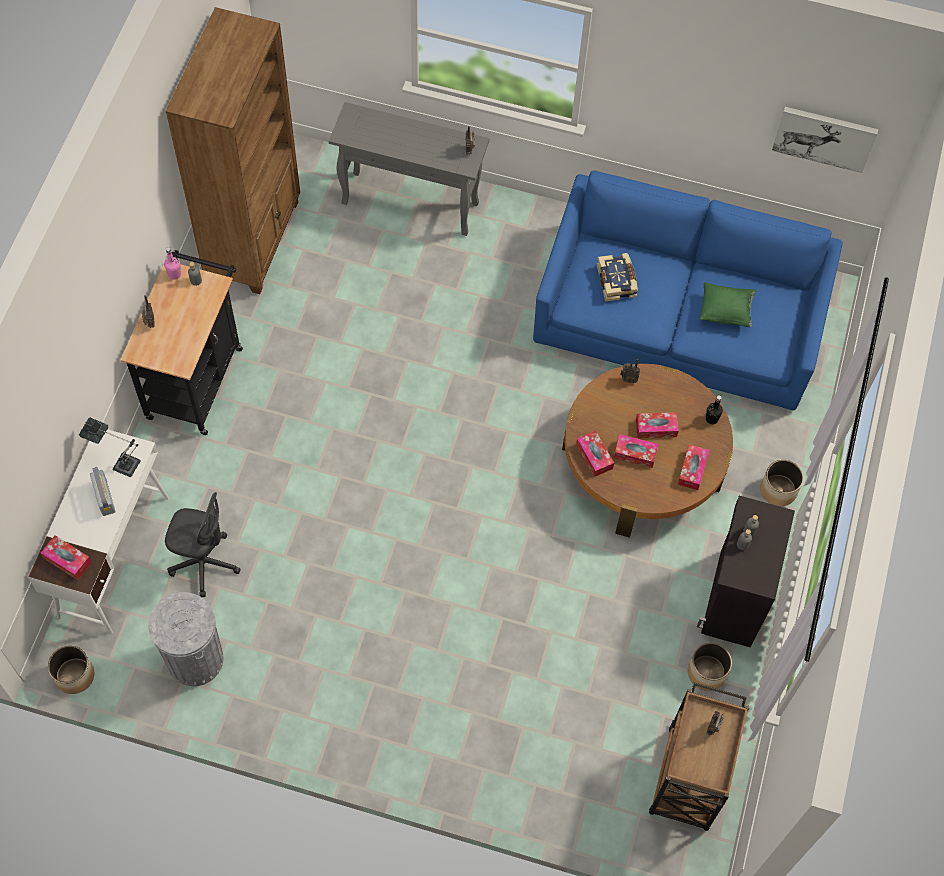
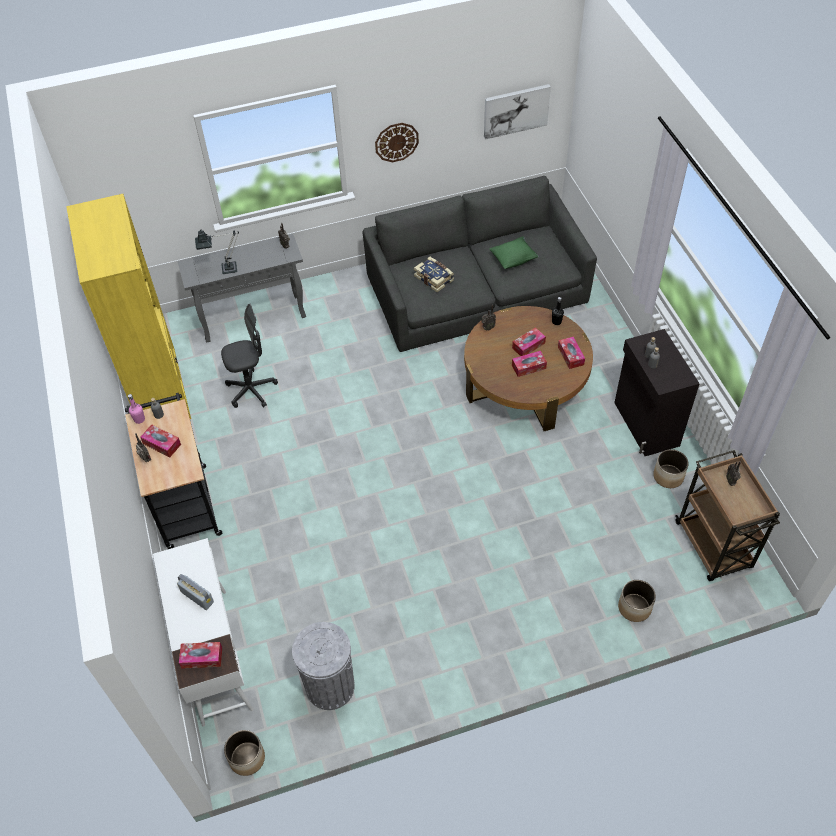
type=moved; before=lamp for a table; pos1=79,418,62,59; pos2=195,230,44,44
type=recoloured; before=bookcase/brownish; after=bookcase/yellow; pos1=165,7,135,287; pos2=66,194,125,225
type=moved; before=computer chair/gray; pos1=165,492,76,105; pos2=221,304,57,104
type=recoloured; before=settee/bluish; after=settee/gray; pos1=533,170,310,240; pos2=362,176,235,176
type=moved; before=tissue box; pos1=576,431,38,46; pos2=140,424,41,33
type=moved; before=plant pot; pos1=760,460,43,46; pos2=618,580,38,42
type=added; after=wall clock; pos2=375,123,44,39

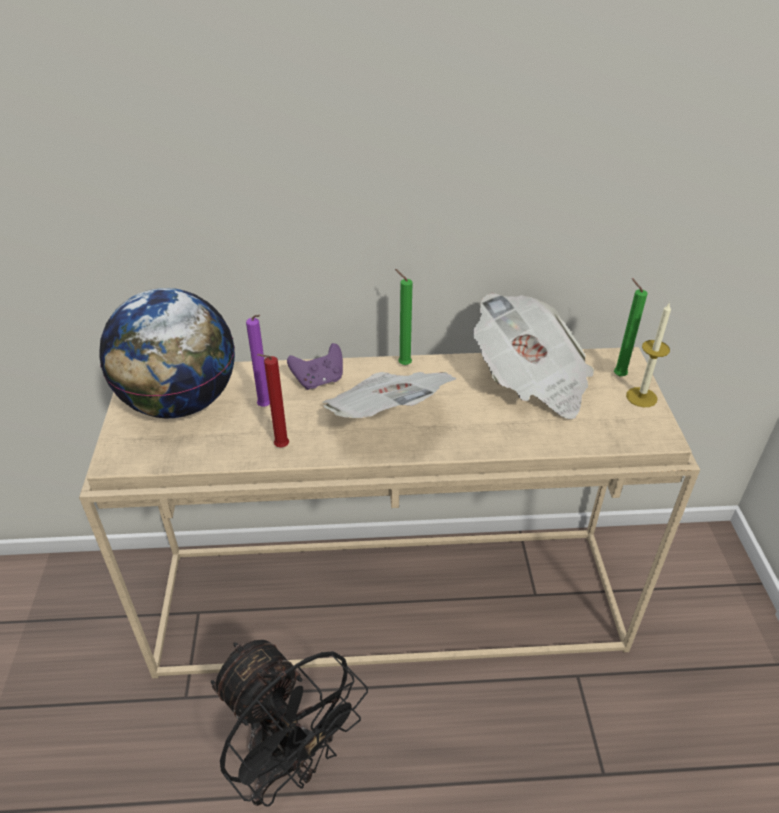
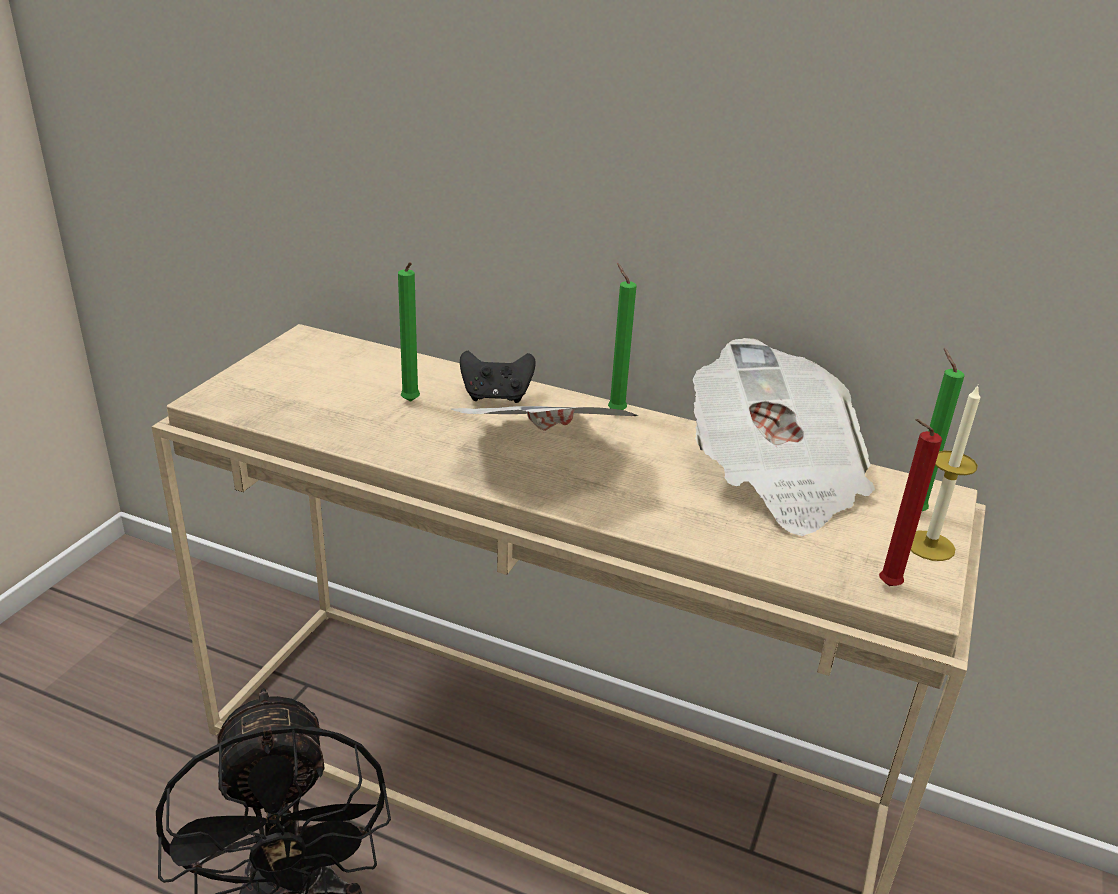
type=removed; before=world globe; pos1=99,288,136,130
type=recoloured; before=wax candle/purple-coloured; after=wax candle/green; pos1=246,315,24,92; pos2=398,262,22,140
type=moved; before=wax candle/reddish; pos1=257,354,32,93; pos2=879,419,63,167
type=recoloured; before=gamepad/purple-coloured; after=gamepad/black-coloured; pos1=287,343,56,47; pos2=460,351,76,52

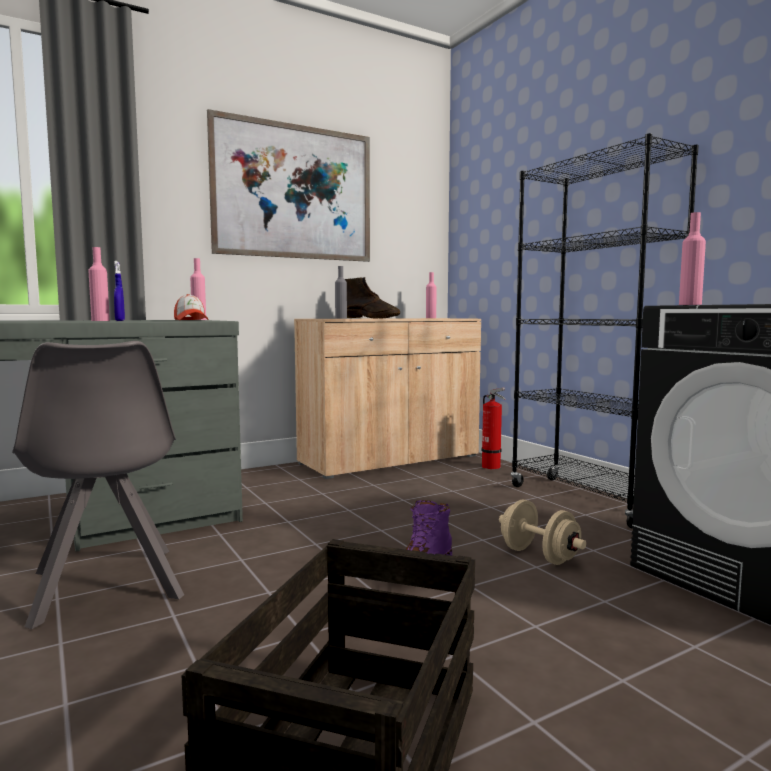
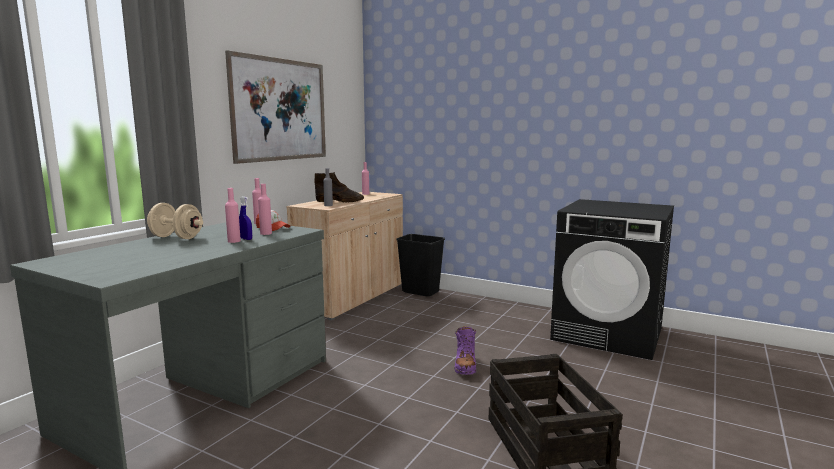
type=removed; before=chair/gray; pos1=12,341,172,288
type=replaced; before=fire extinguisher; after=rubbish bin/black-coloured; pos1=482,387,24,82; pos2=396,234,49,62
type=moved; before=dumbbell/sand-coloured; pos1=499,499,87,66; pos2=147,203,56,36
type=removed; before=bookcase/black-coloured; pos1=511,133,188,395
type=moved; before=bottle/pinkish; pos1=679,212,27,93; pos2=258,184,14,51

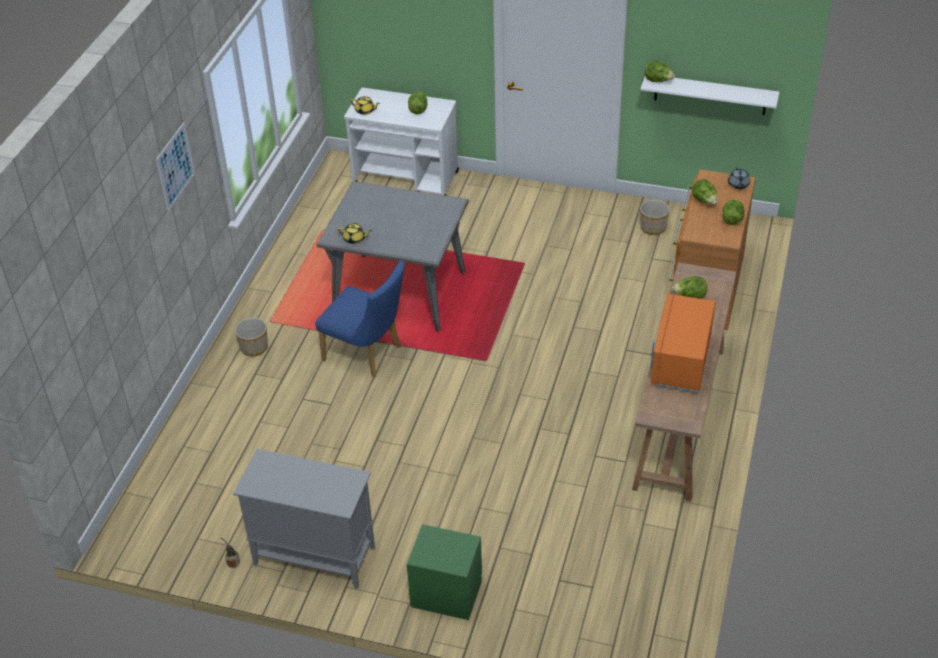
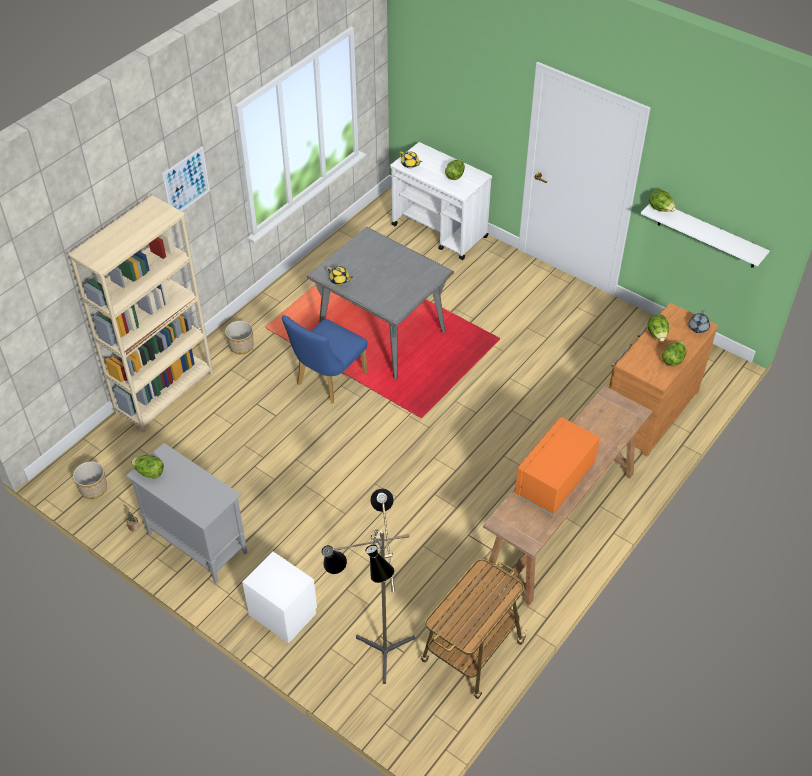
type=turned; before=chair/bluish; pos1=315,261,90,117; pos2=282,315,85,89; turn=75
type=recoloured; before=bedside table/green; after=bedside table/whitish; pos1=407,524,75,96; pos2=242,551,75,93
type=moved; before=plant pot; pos1=640,200,30,35; pos2=73,461,34,38
type=moved; before=lettuce head; pos1=672,276,35,23; pos2=131,455,33,24
type=added; after=bookcase/sand-coloured; pos2=68,195,145,238
type=added; after=standing lamp; pos2=322,489,93,195
type=added; after=wheeled cart; pos2=421,559,106,140

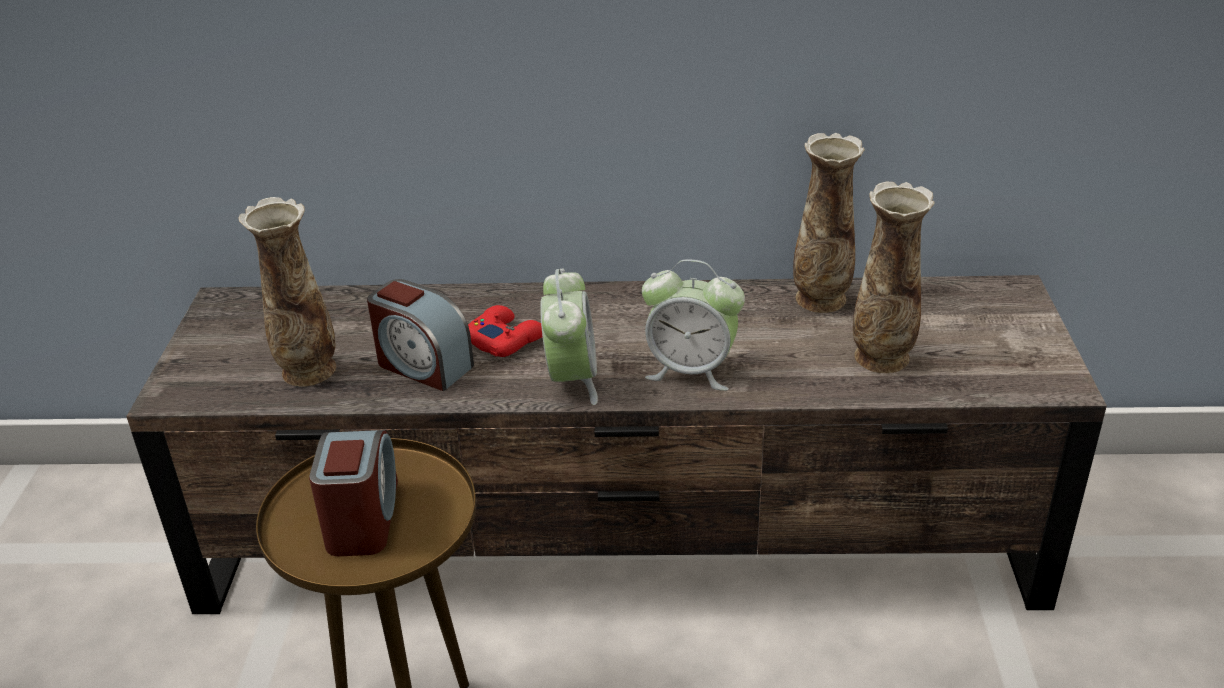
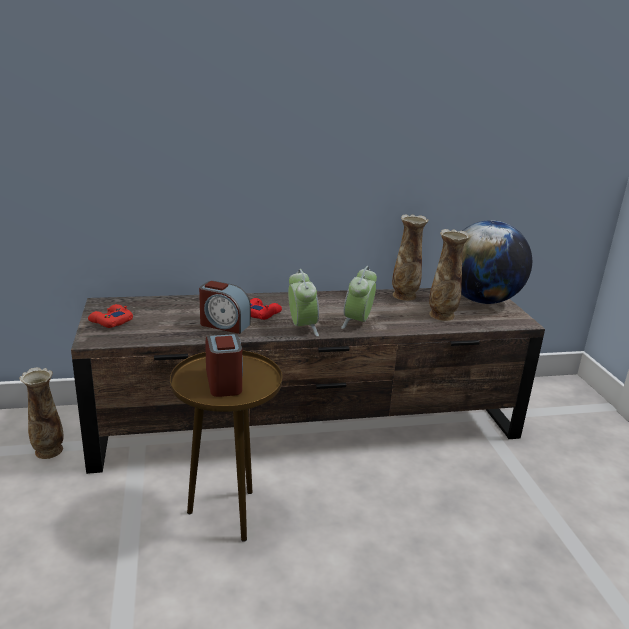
type=moved; before=decorative vase; pos1=238,197,98,189; pos2=19,368,45,91
type=turned; before=bedside clock; pos1=642,259,103,132; pos2=341,266,36,63; turn=105
type=added; after=gamepad/reddish; pos2=88,304,45,24
type=added; after=world globe; pos2=461,220,71,84

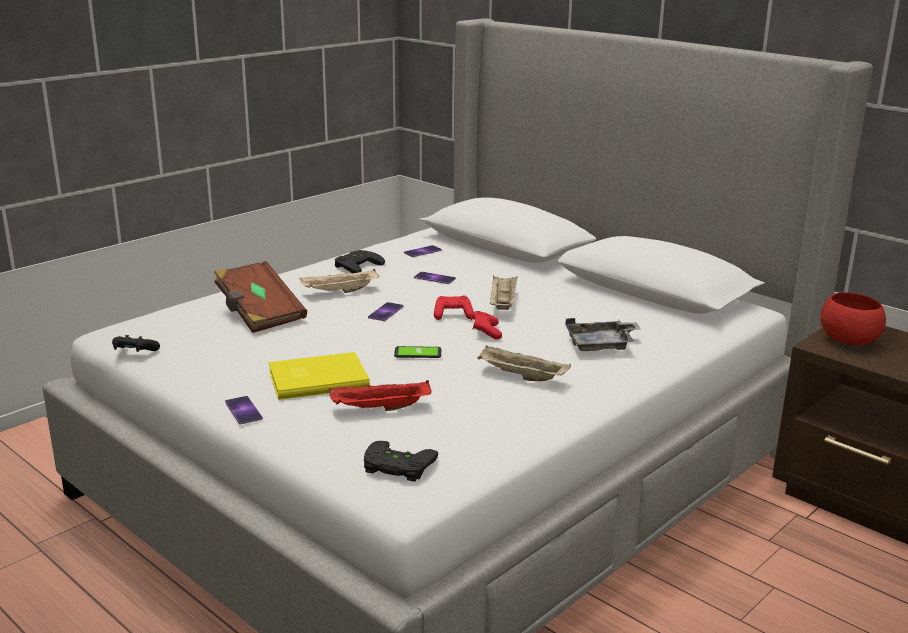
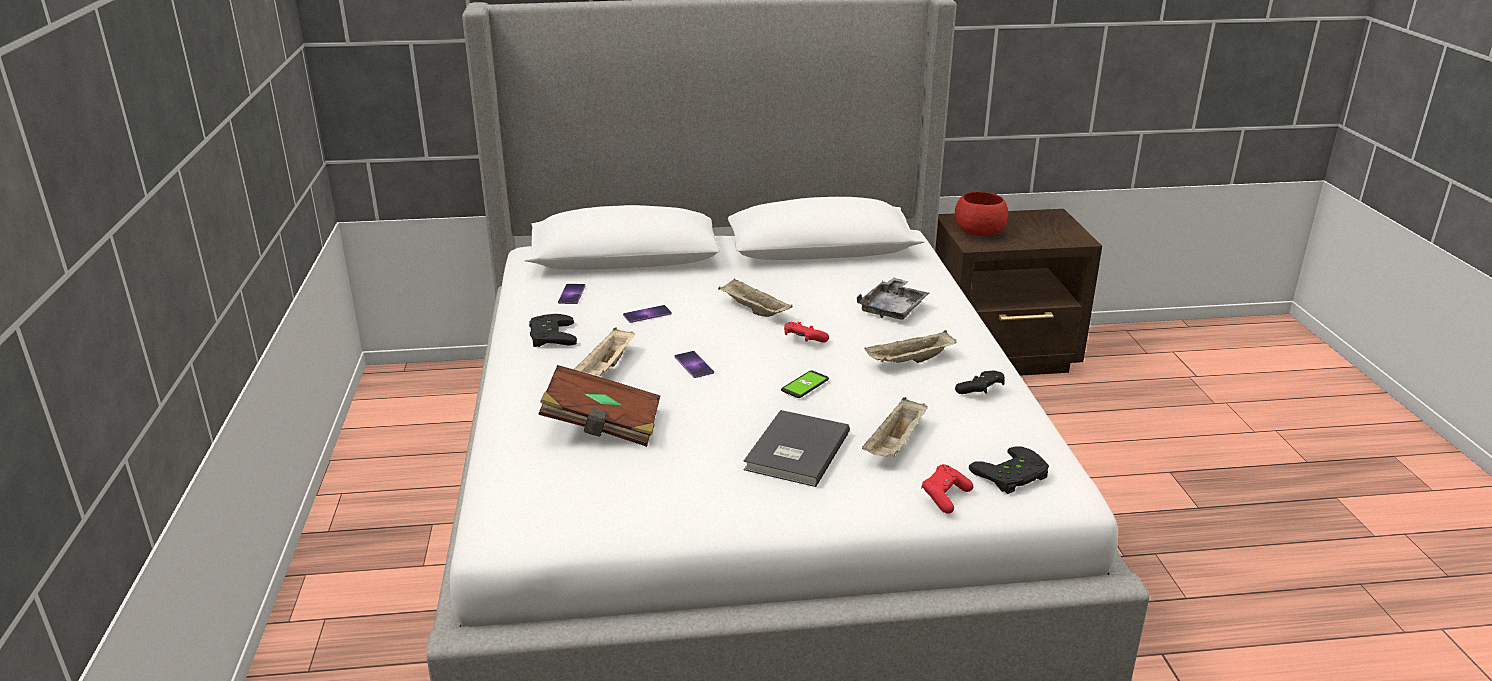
type=moved; before=gamepad/black-coloured; pos1=112,335,48,17; pos2=955,371,50,23
type=removed; before=phone; pos1=225,396,38,29
type=recoloured; before=bound book/yellow; after=bound book/gray; pos1=269,352,101,48; pos2=744,410,106,77
type=recoloured; before=tray/reddish; after=tray/sand-coloured; pos1=329,380,103,31; pos2=862,397,66,60
type=moved; before=gamepad/reddish; pos1=434,295,40,25; pos2=921,464,52,50

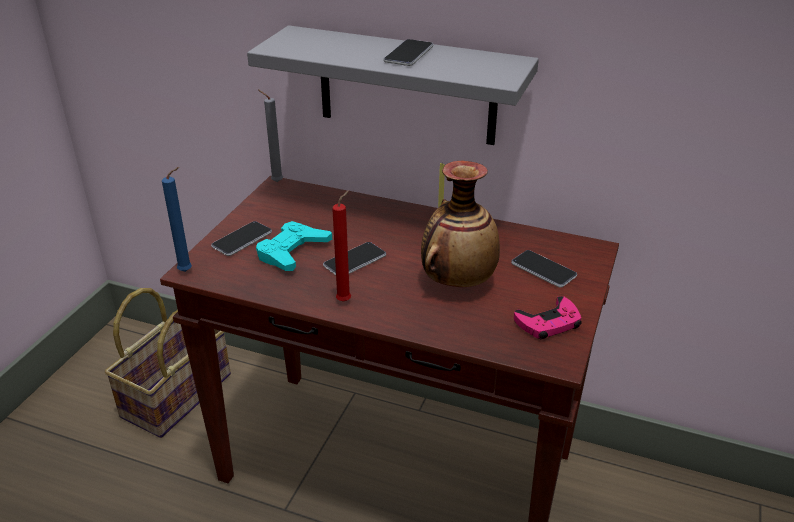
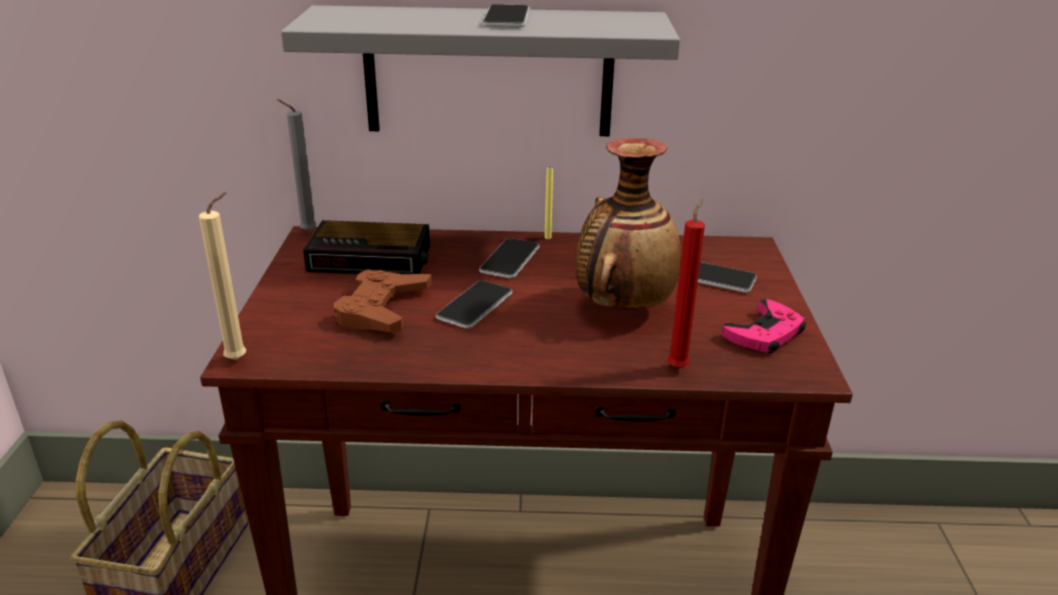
type=recoloured; before=wax candle/bluish; after=wax candle/sand-coloured; pos1=162,167,30,105; pos2=199,192,47,168
type=moved; before=phone; pos1=211,221,61,35; pos2=479,238,61,40
type=recoloured; before=gamepad/turquoise; after=gamepad/brownish; pos1=256,221,76,50; pos2=334,270,98,62
type=moved; before=wax candle/reddish; pos1=332,190,19,112; pos2=667,198,38,171
type=added; after=bedside clock; pos2=303,220,127,54

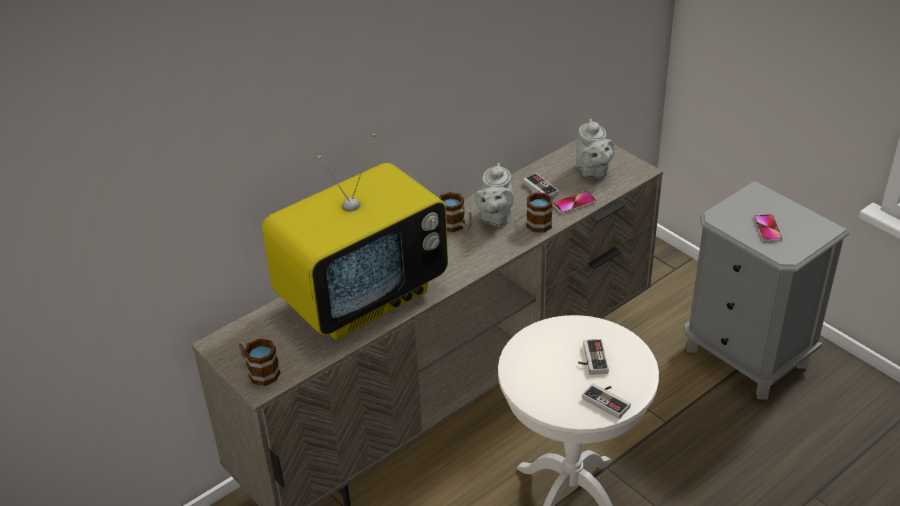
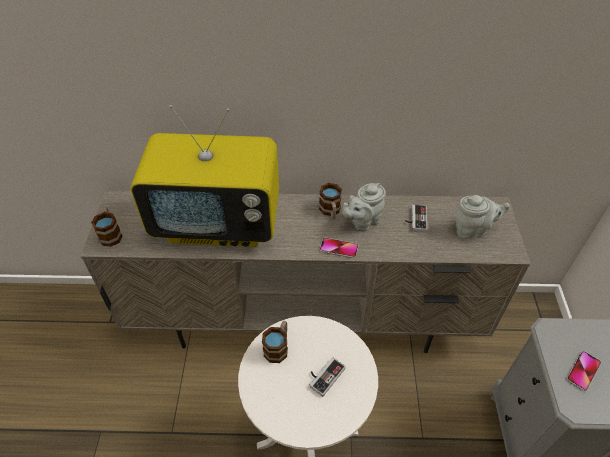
type=moved; before=tea mug; pos1=526,189,27,44; pos2=262,321,26,42
type=moved; before=phone; pos1=553,191,43,23; pos2=320,238,38,20
type=turned; before=tea pot/gray; pos1=576,119,39,59; pos2=455,195,55,44; turn=-120
type=removed; before=gamepad; pos1=582,383,49,36

